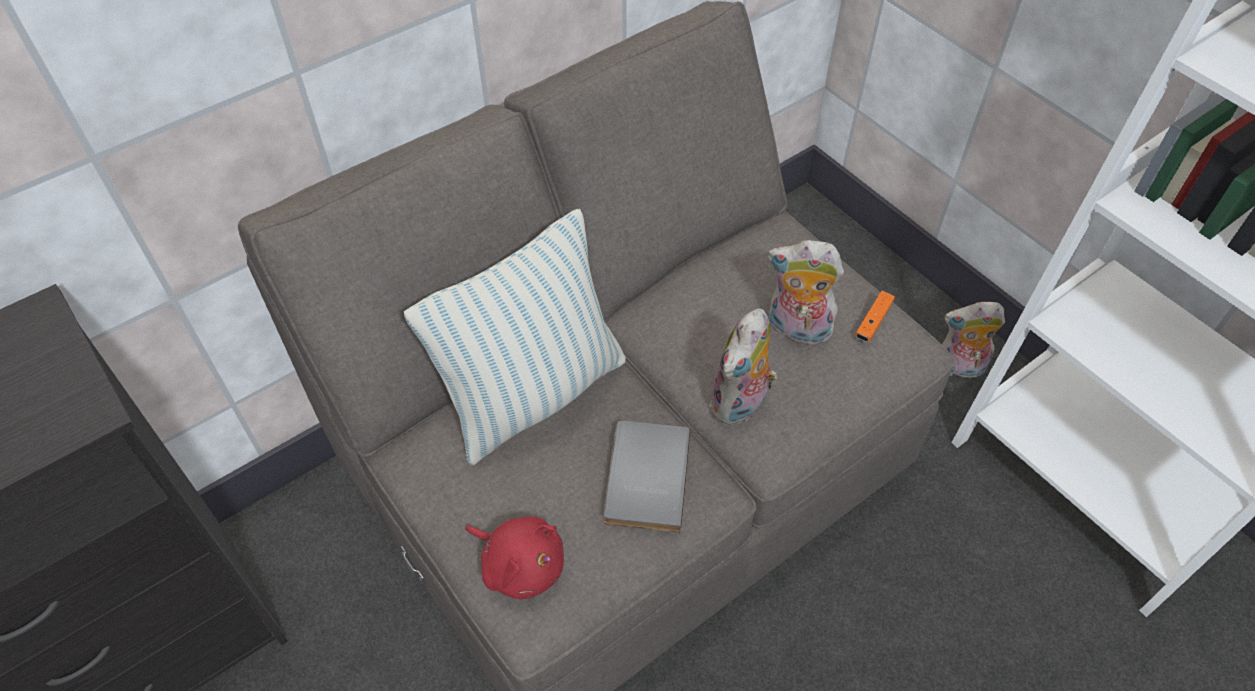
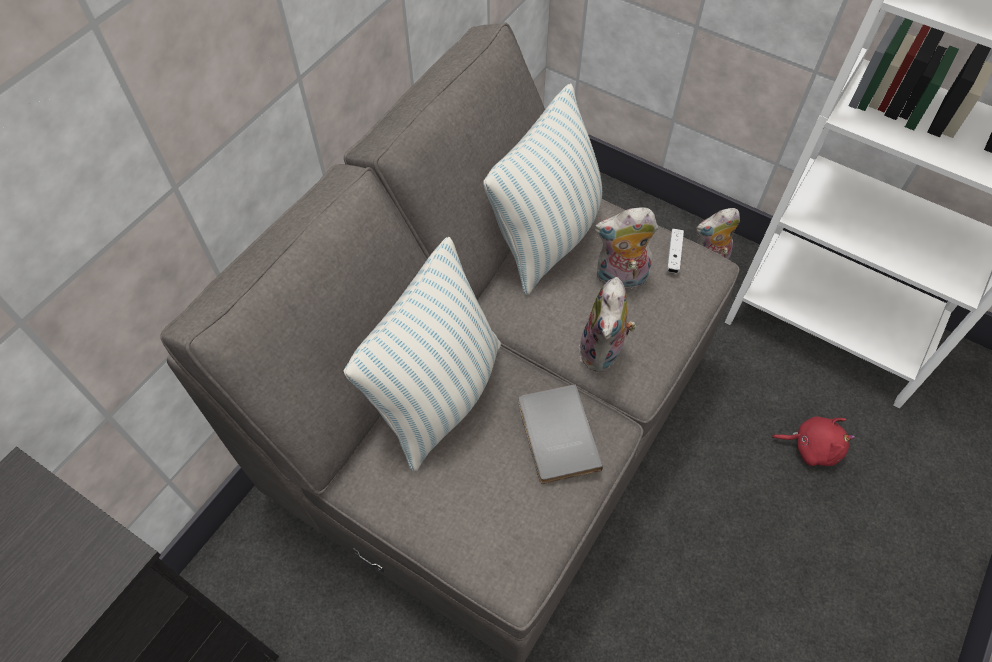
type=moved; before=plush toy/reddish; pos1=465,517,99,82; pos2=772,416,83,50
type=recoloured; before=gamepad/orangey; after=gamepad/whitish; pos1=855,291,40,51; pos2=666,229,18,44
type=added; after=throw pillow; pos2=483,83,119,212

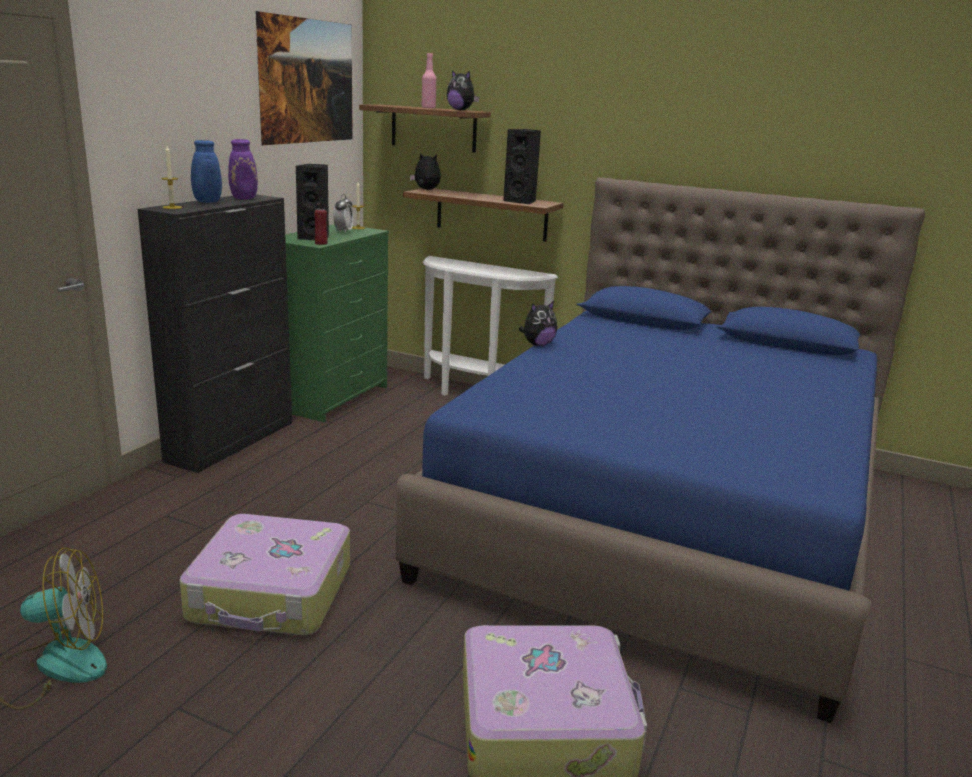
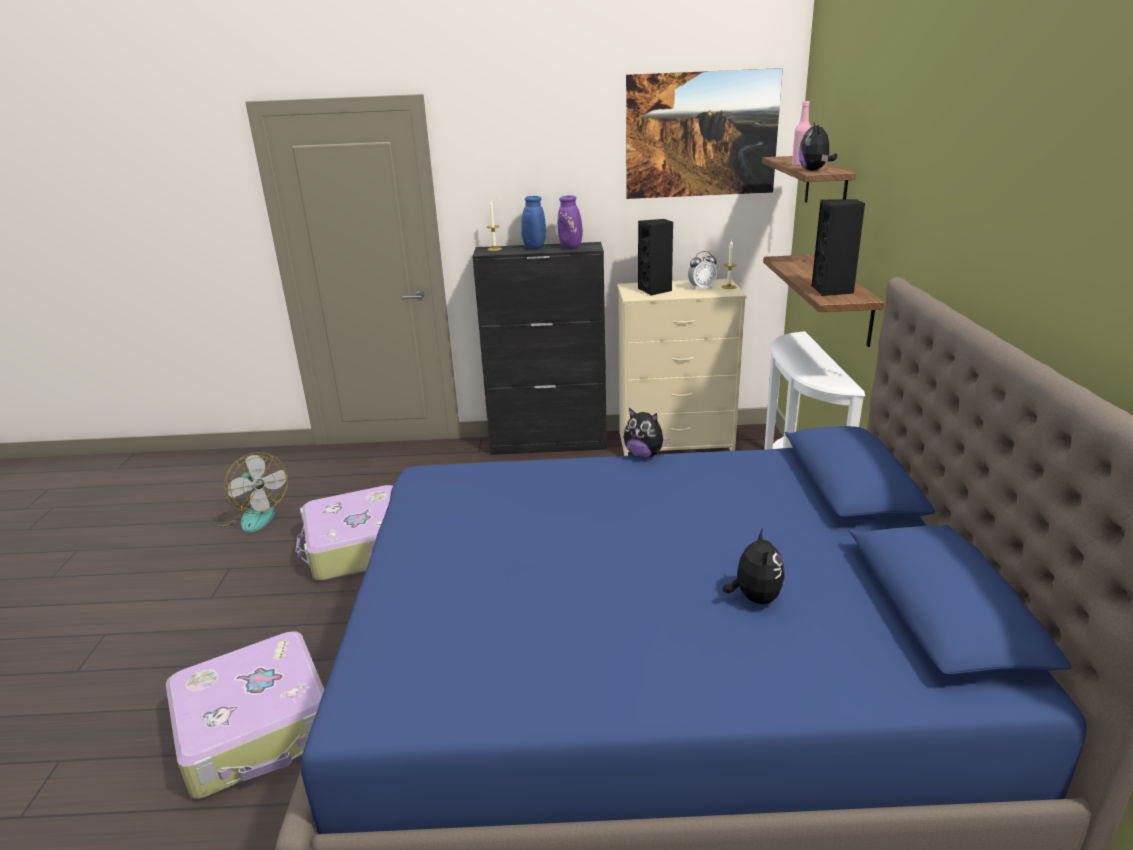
type=recoloured; before=dresser/green; after=dresser/sand-coloured; pos1=285,224,104,198; pos2=617,279,130,177
type=removed; before=bottle/reddish; pos1=314,197,13,48
type=moved; before=plush toy; pos1=410,152,31,38; pos2=723,528,62,76

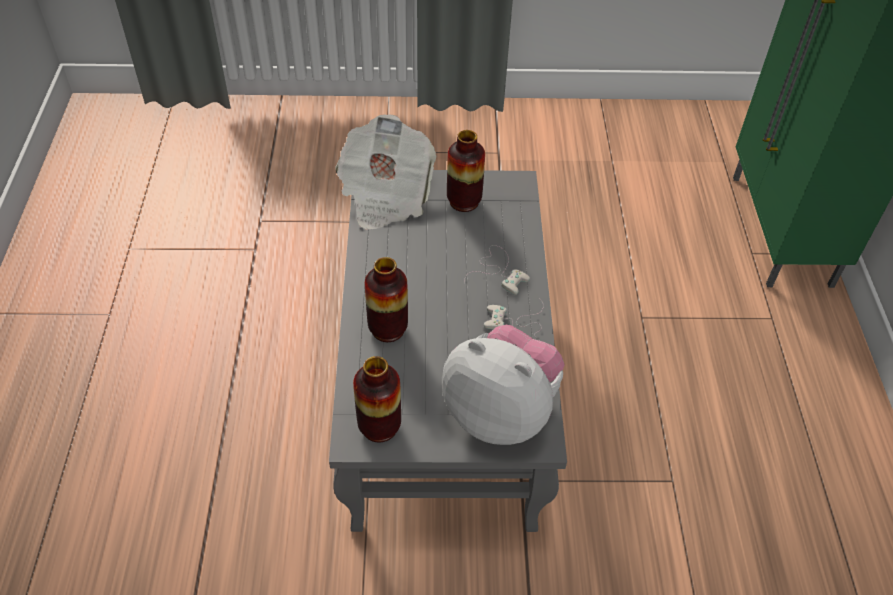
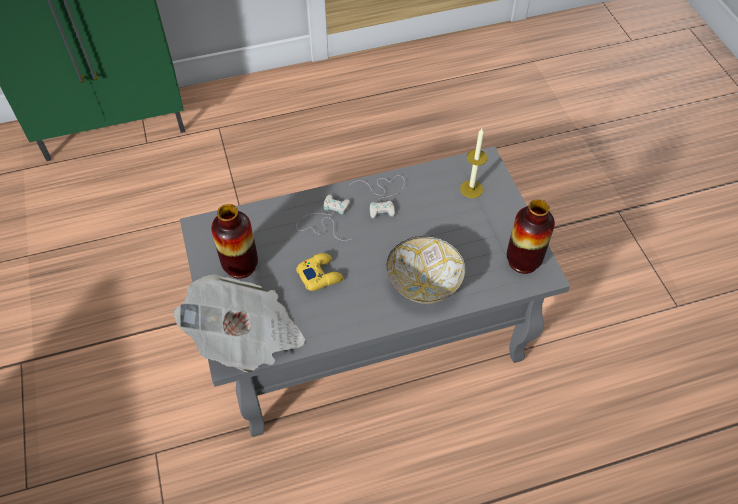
type=replaced; before=decorative vase; after=deep dish; pos1=365,257,43,85; pos2=387,236,78,68
type=replaced; before=plush toy; after=wax candle; pos1=442,325,123,120; pos2=460,128,27,70
type=added; after=gamepad/yellow; pos2=296,253,47,38

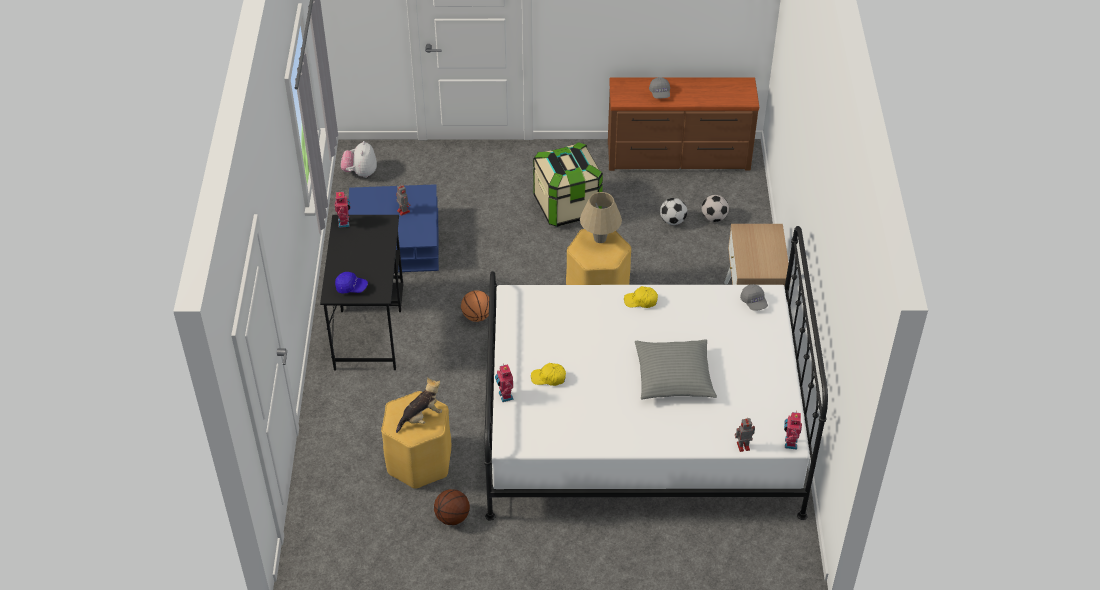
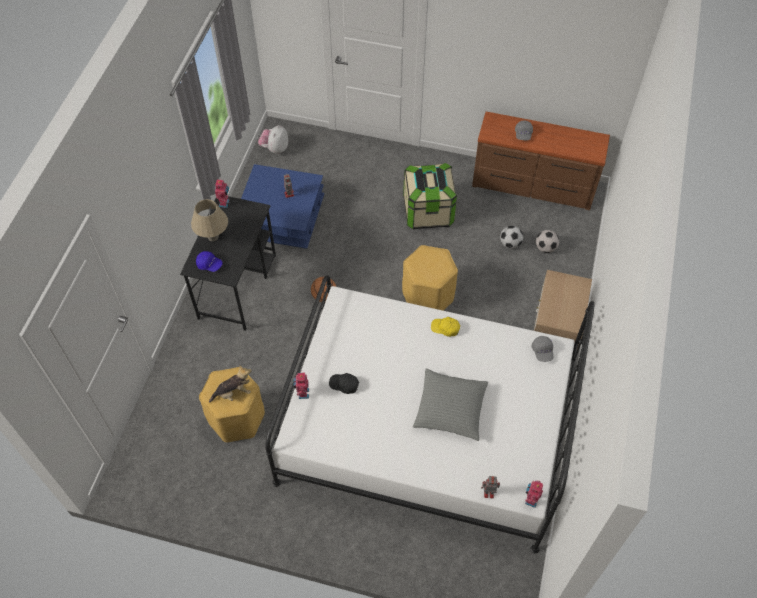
type=removed; before=ball for basketball; pos1=434,489,36,36
type=recoloured; before=cap/yellow; after=cap/black-coloured; pos1=531,363,35,23; pos2=329,373,30,21
type=moved; before=lamp for a table/sand-coloured; pos1=580,192,42,51; pos2=191,199,37,42

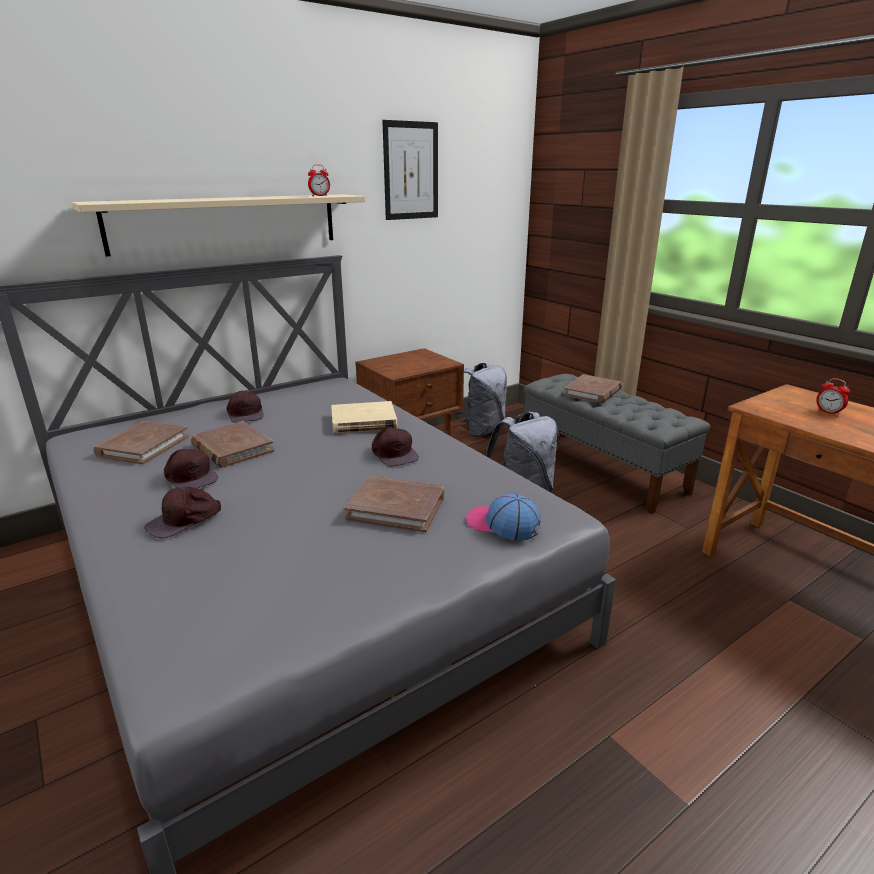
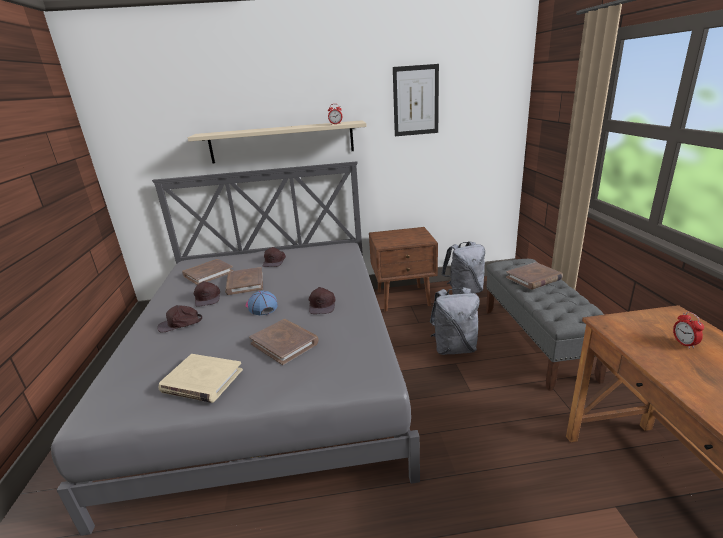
type=moved; before=bound book/sand-coloured; pos1=331,401,66,32; pos2=159,354,84,49
type=moved; before=cap; pos1=466,494,75,47; pos2=246,291,32,25

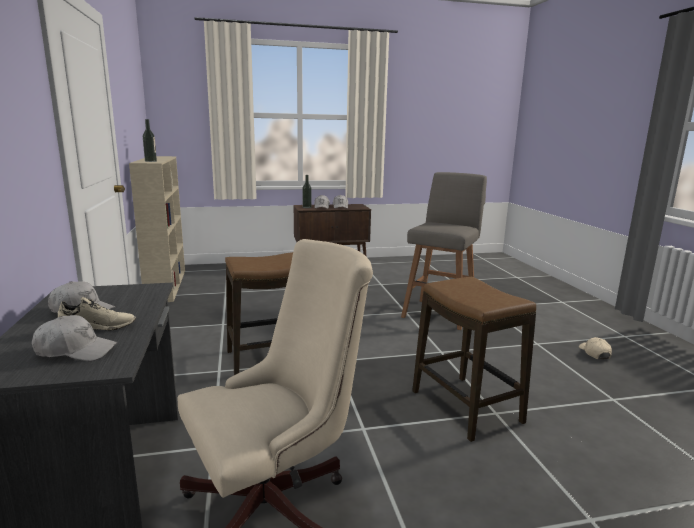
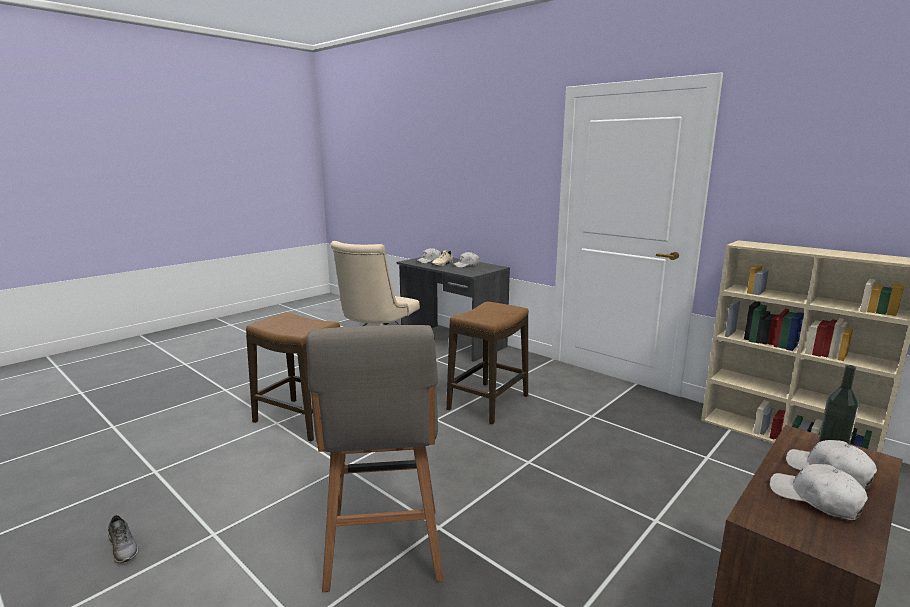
type=removed; before=bottle; pos1=143,119,14,43
type=replaced; before=cap/sand-coloured; after=shoe/gray; pos1=579,337,33,23; pos2=108,515,31,48

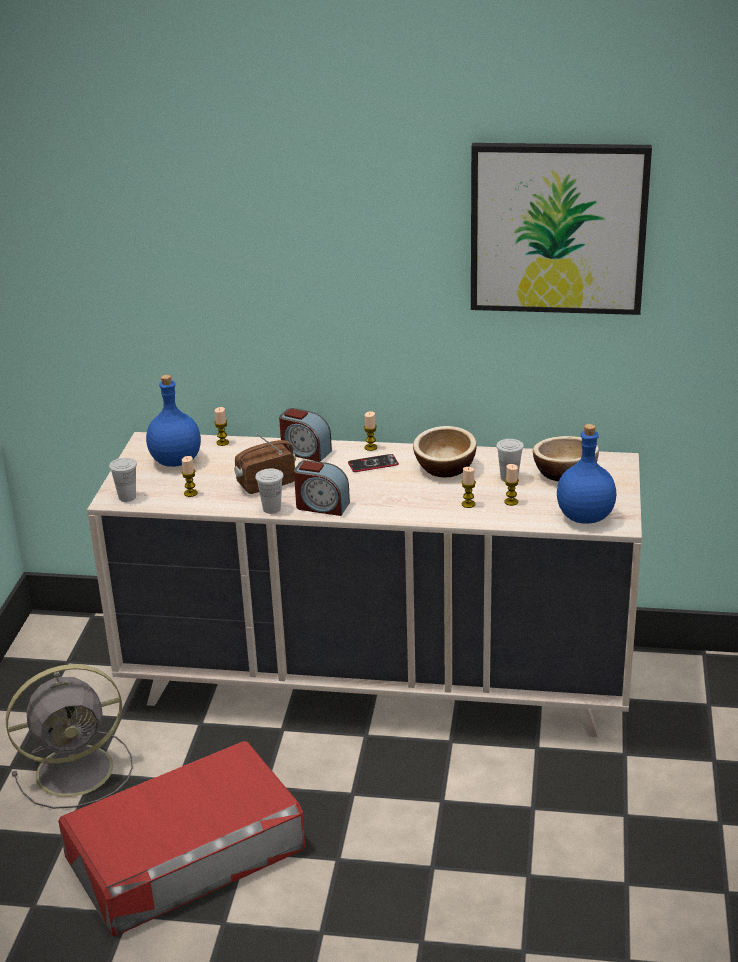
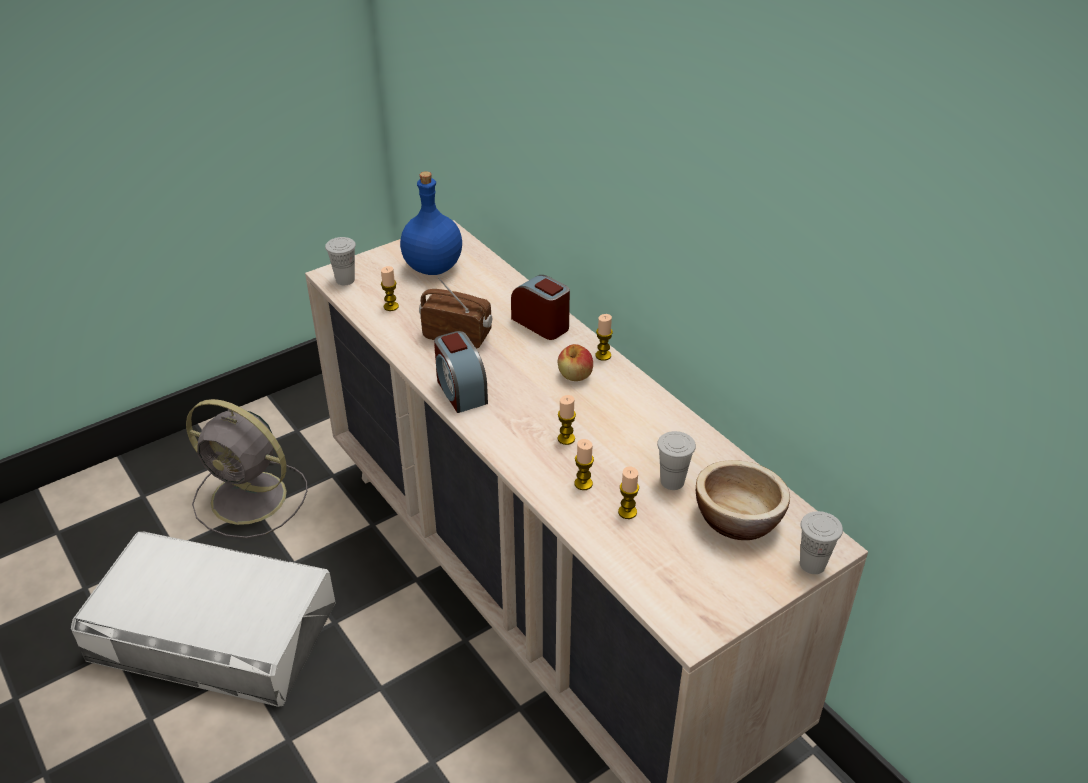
type=recoloured; before=storage bin/reddish; after=storage bin/whitish; pos1=58,741,247,195; pos2=71,532,265,175
type=moved; before=wax candle; pos1=214,407,15,39; pos2=558,395,18,50
type=moved; before=drinking cup/whitish; pos1=255,469,29,45; pos2=800,511,43,63
type=turned; before=bedside clock; pos1=279,408,53,54; pos2=511,275,59,65; turn=150
type=replaced; before=phone; after=apple fruit; pos1=348,454,51,18; pos2=558,344,35,37
type=removed; before=deep dish; pos1=413,426,64,52
type=removed; before=picture; pos1=471,143,181,172
type=removed; before=bottle/bluish; pos1=557,424,59,100

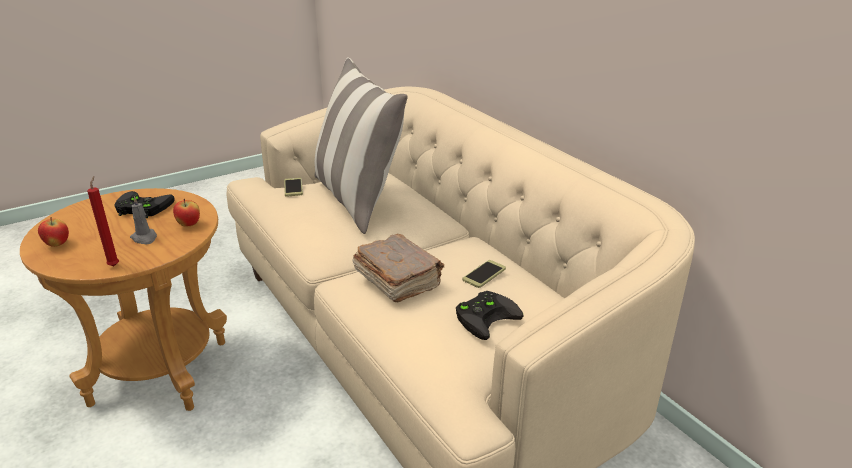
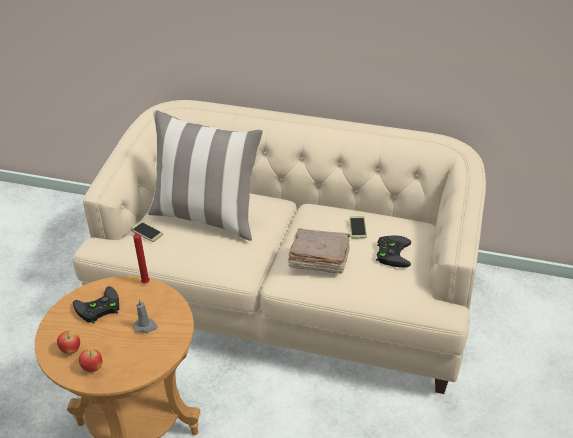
type=moved; before=wax candle/reddish; pos1=87,176,32,90; pos2=131,227,19,56
type=moved; before=apple fruit; pos1=173,199,27,28; pos2=57,331,23,23

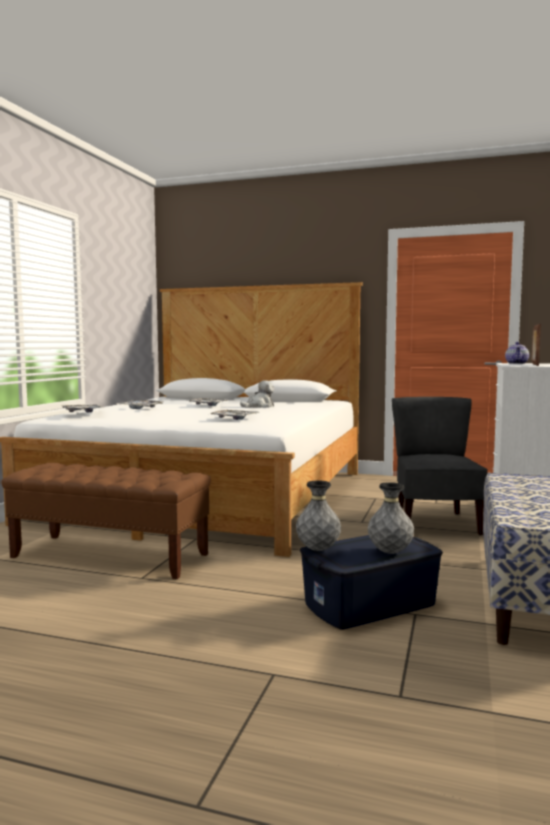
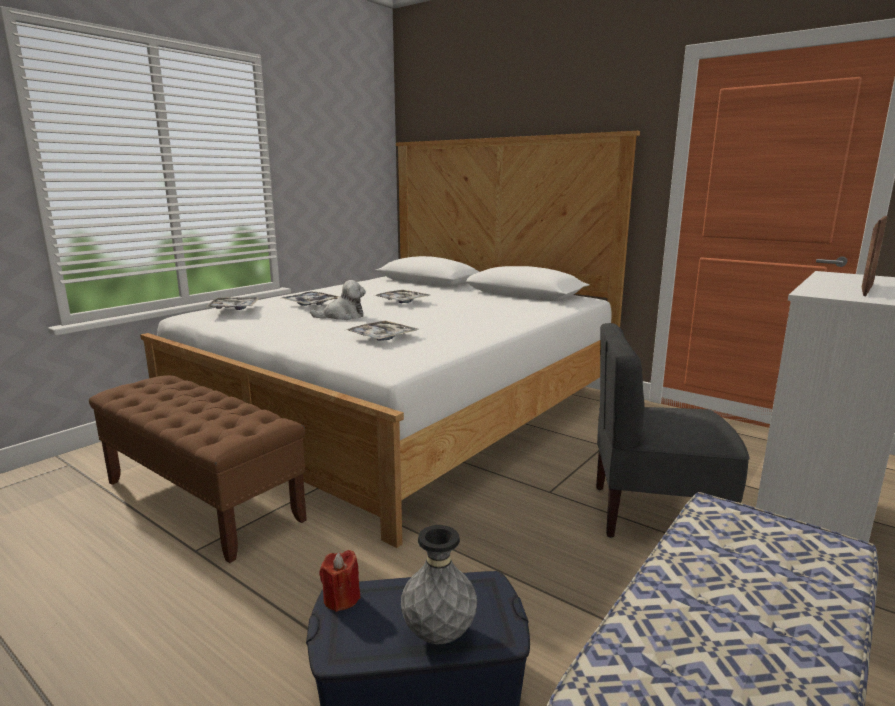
type=moved; before=plush toy; pos1=240,380,35,28; pos2=310,280,56,40
type=replaced; before=decorative vase/gray; after=wax candle/reddish; pos1=296,480,45,71; pos2=319,550,41,62
type=turned; before=chair/gray; pos1=392,397,96,138; pos2=596,323,154,215; turn=-105
type=removed; before=tea pot; pos1=505,342,24,22

